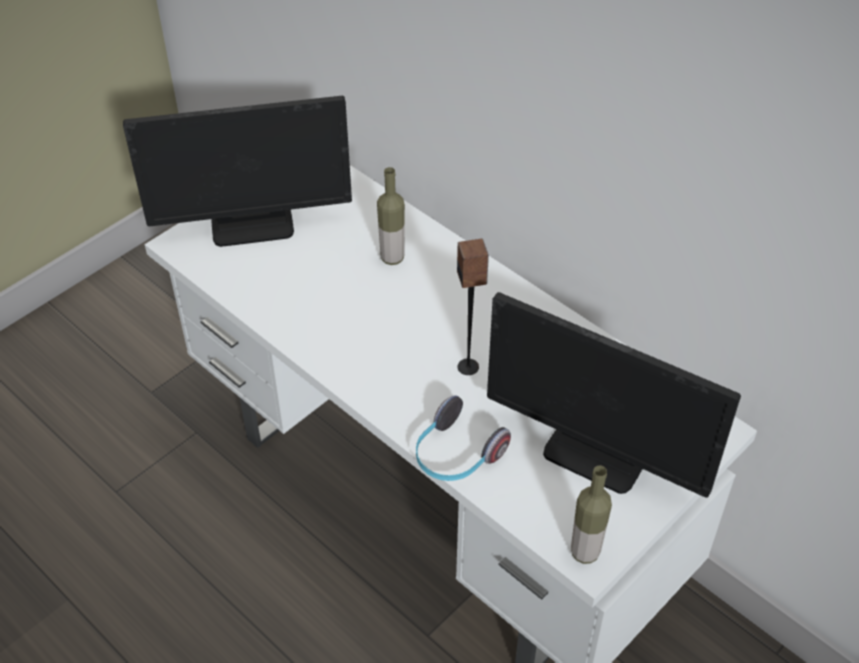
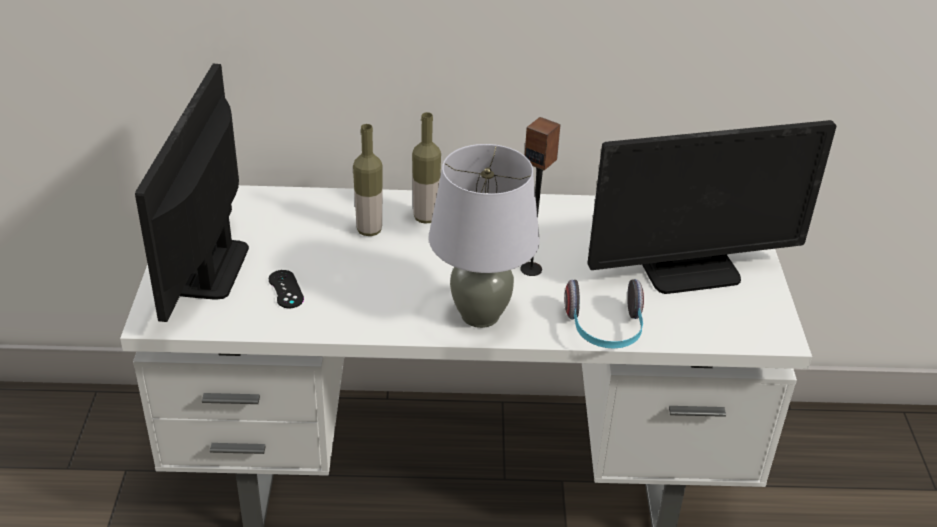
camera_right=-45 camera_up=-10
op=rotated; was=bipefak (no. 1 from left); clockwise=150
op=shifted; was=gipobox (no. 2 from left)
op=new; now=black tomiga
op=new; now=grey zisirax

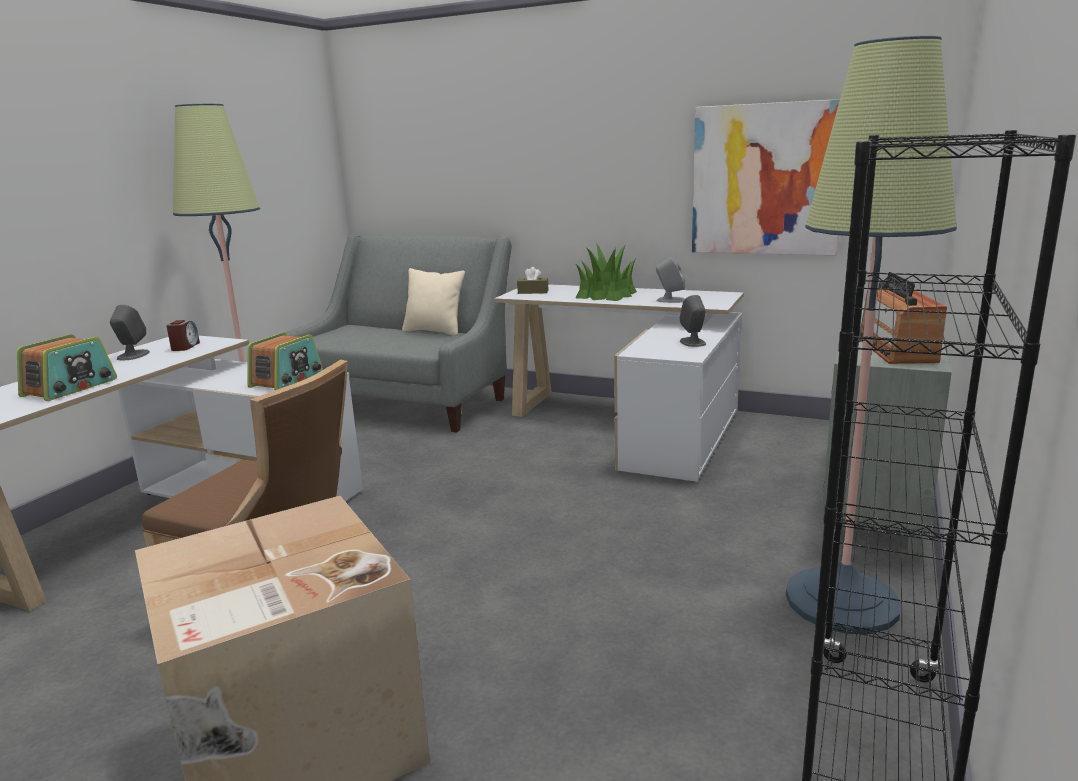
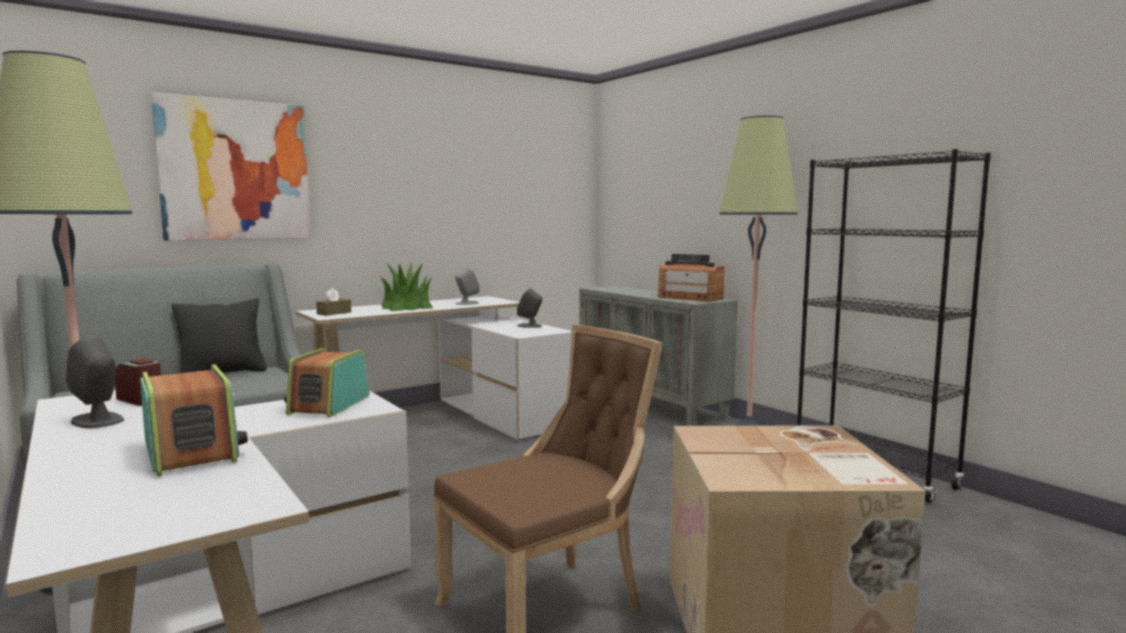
camera_right=-60 camera_up=-10
op=rotated; was=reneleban (no. 2 from left); clockwise=-135
op=repainted; was=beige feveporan; now=black feveporan
op=shifted; was=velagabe

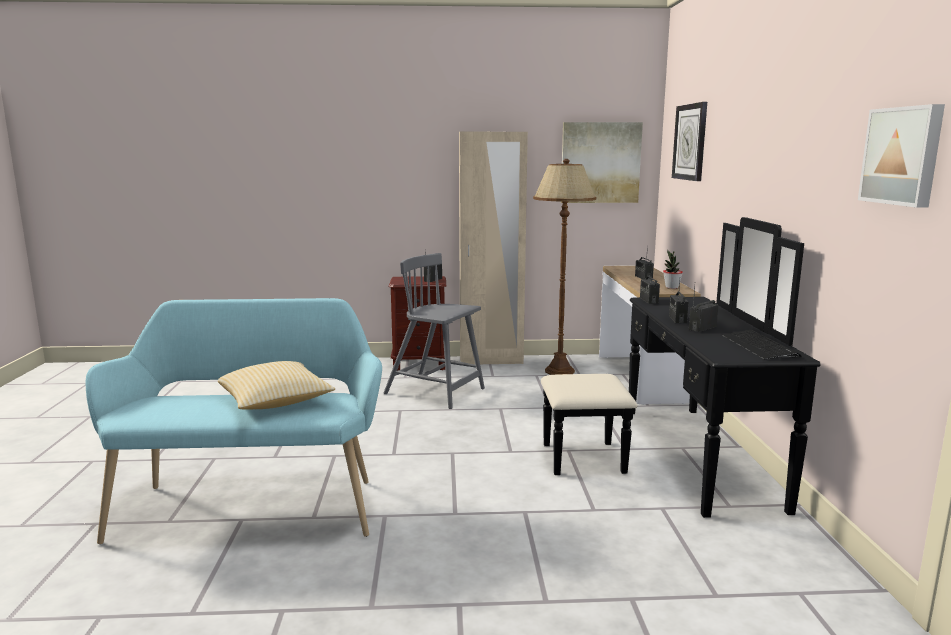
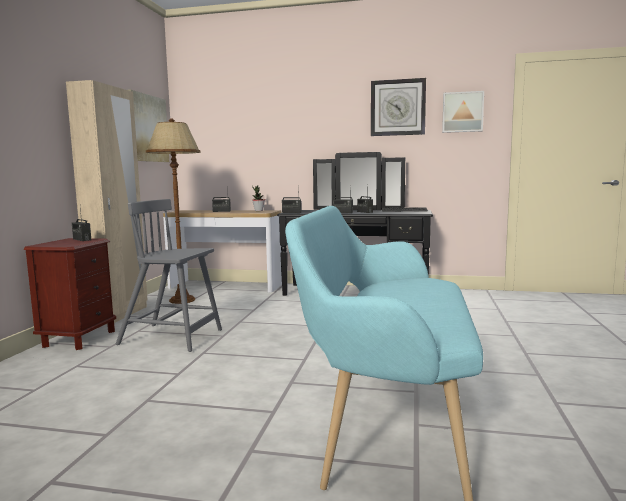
camera_right=-75 camera_up=-5
op=gone; was=feveporan
op=rotated; was=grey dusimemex; clockwise=60
op=shifted; was=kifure

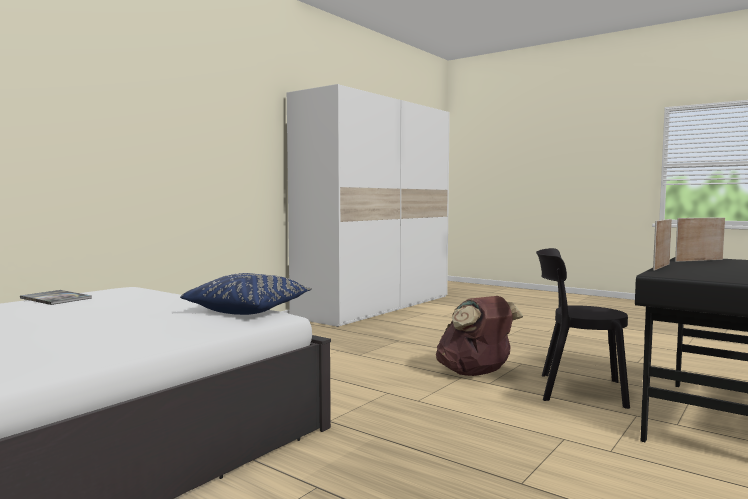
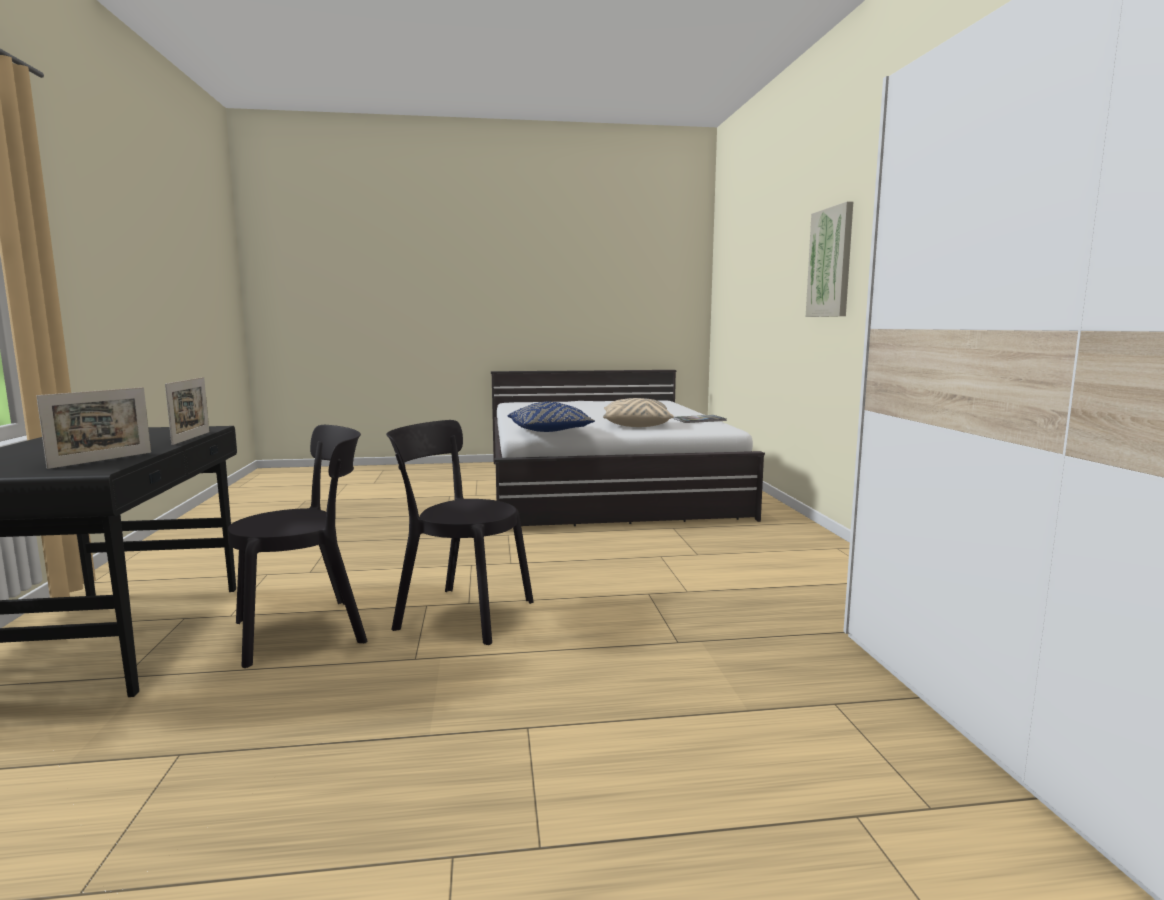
camera_right=135 camera_up=5
op=swapped; was=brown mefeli; now=black dusimemex (no. 2 from left)
op=new; now=beige feveporan
op=new; now=velagabe

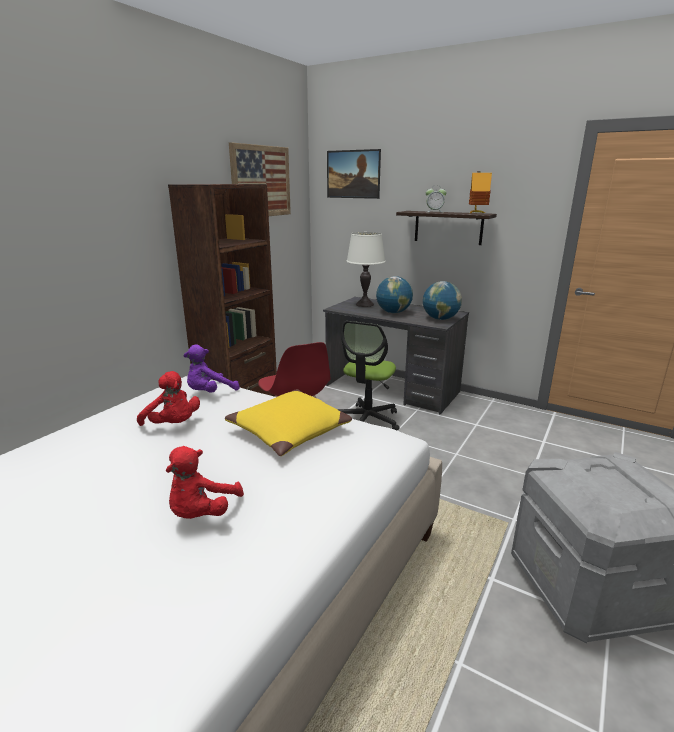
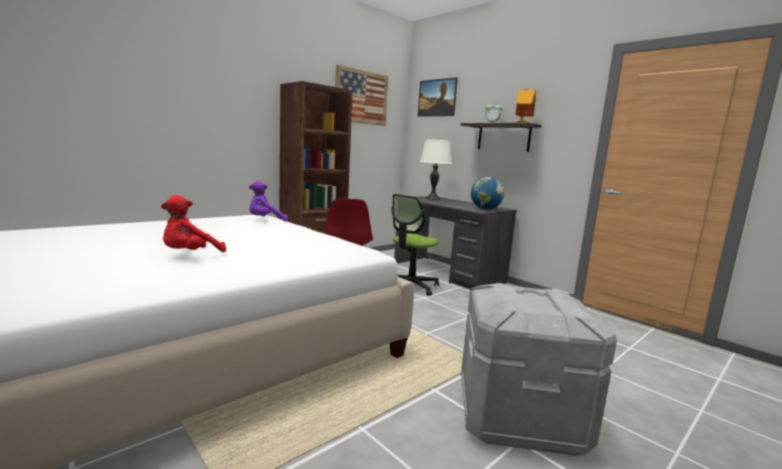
camera_right=15 camera_up=-10
op=gone; was=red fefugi (no. 1 from left)
op=gone; was=yellow feveporan
op=gone; was=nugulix (no. 1 from left)

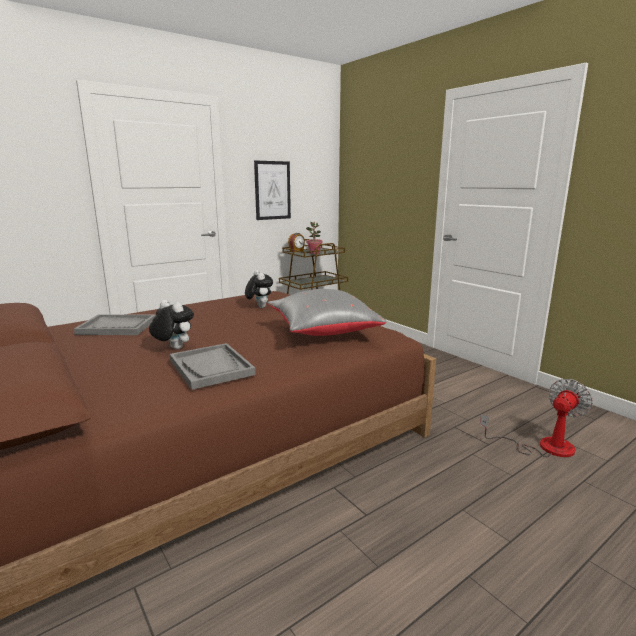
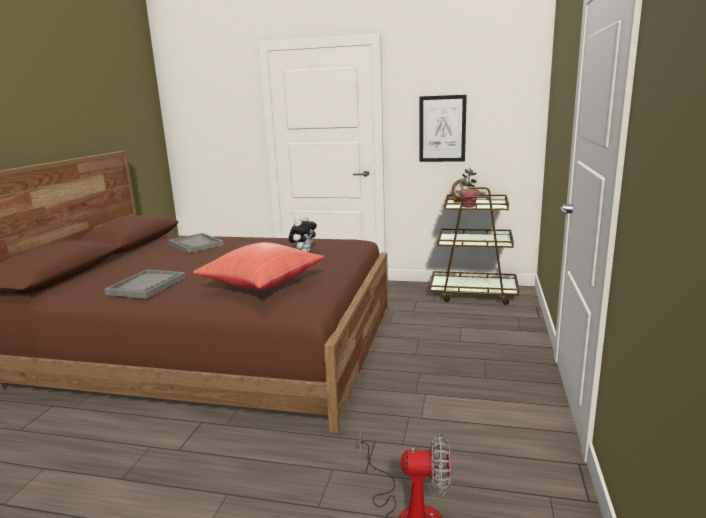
camera_right=50 camera_up=0
op=gone; was=fefugi (no. 1 from left)
op=repainted; was=grey feveporan; now=red feveporan

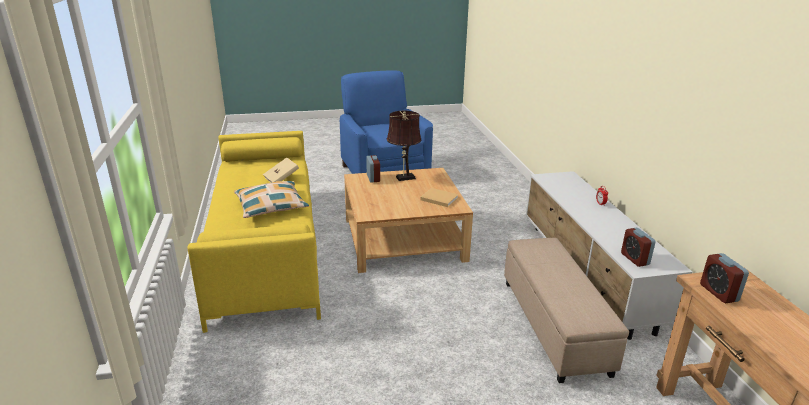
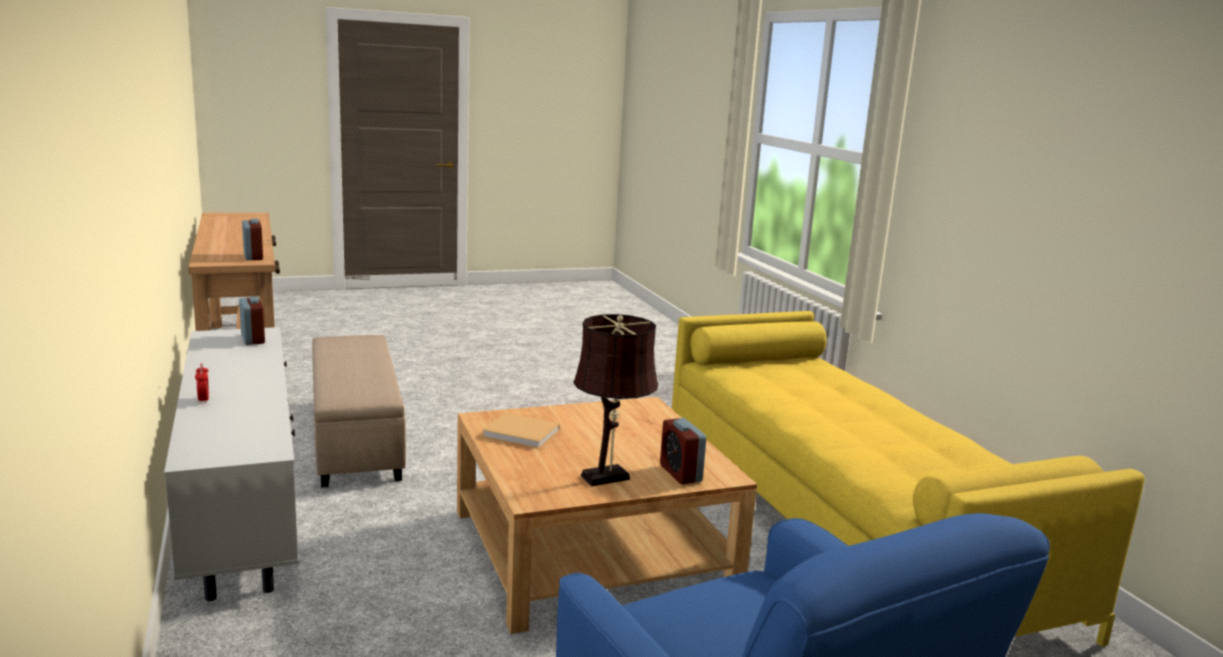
camera_right=170 camera_up=-10
op=gone; was=feveporan
op=gone; was=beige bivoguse (no. 1 from left)

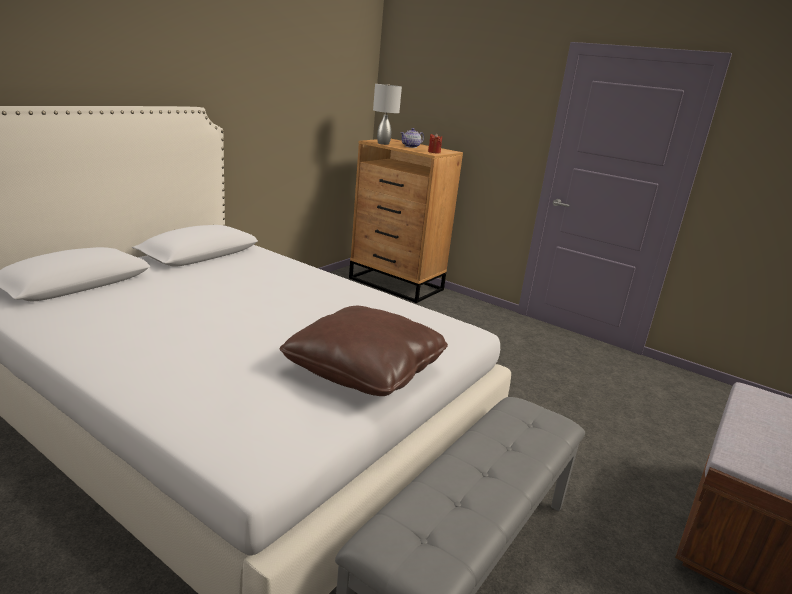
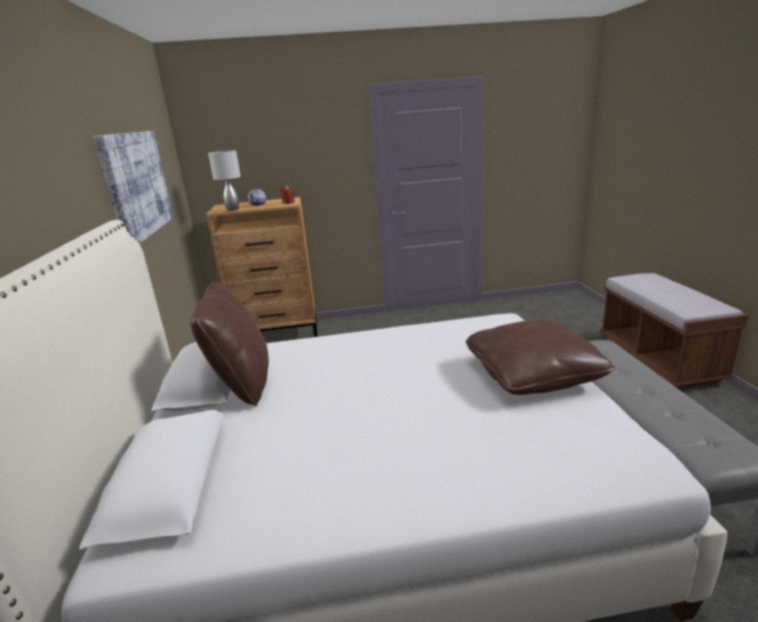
camera_right=-40 camera_up=0
op=new; now=velagabe
op=new; now=brown feveporan (no. 1 from left)

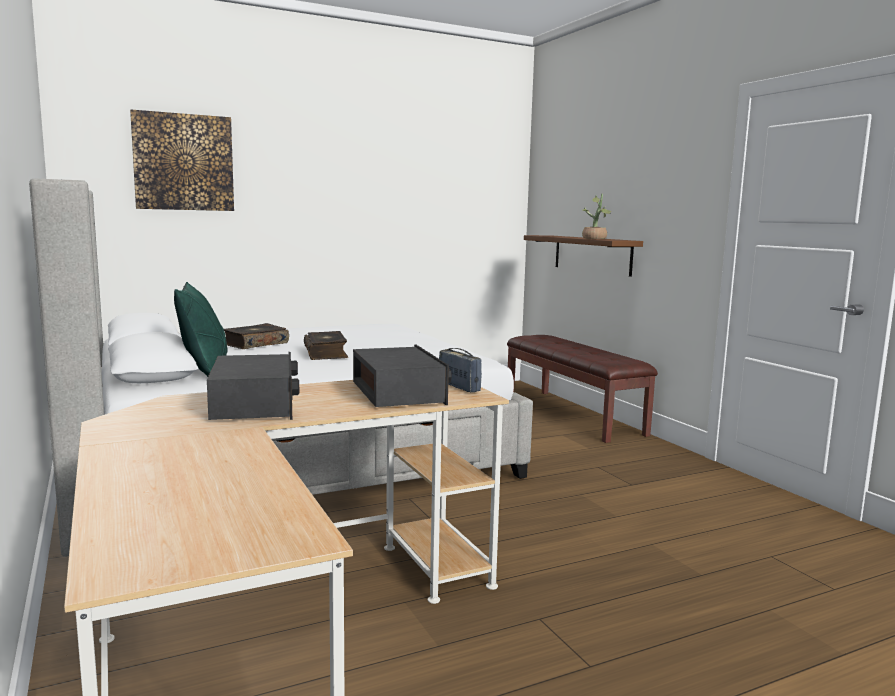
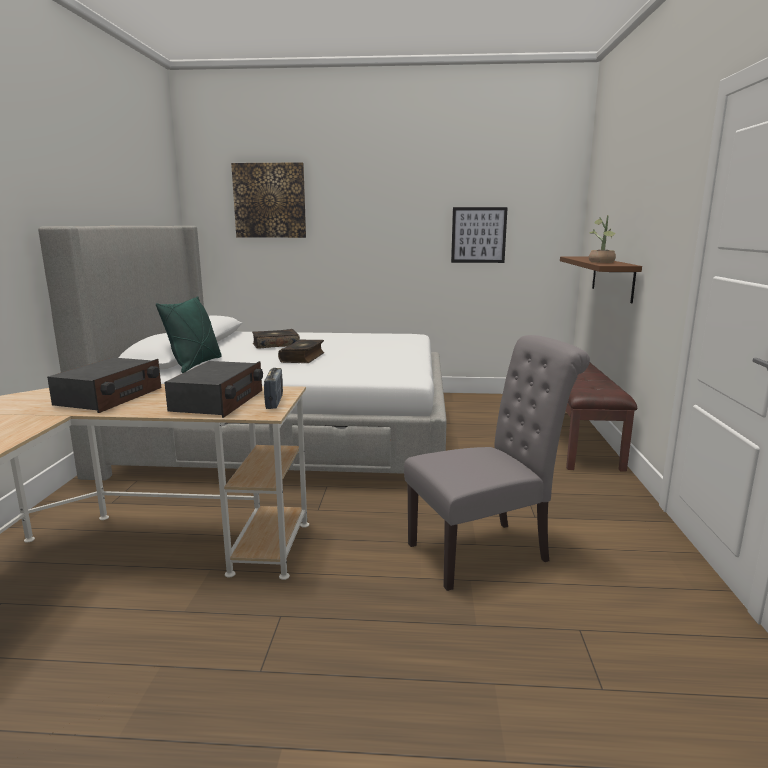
camera_right=30 camera_up=5
op=new; now=grey dusimemex
op=new; now=velagabe (no. 2 from left)

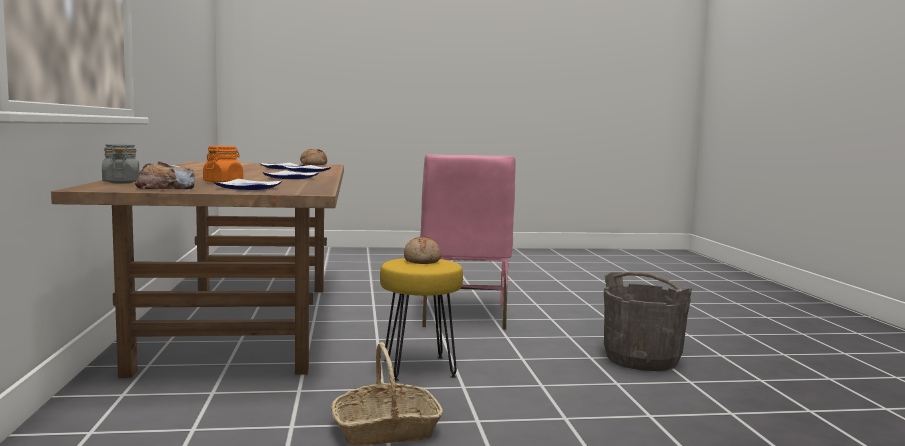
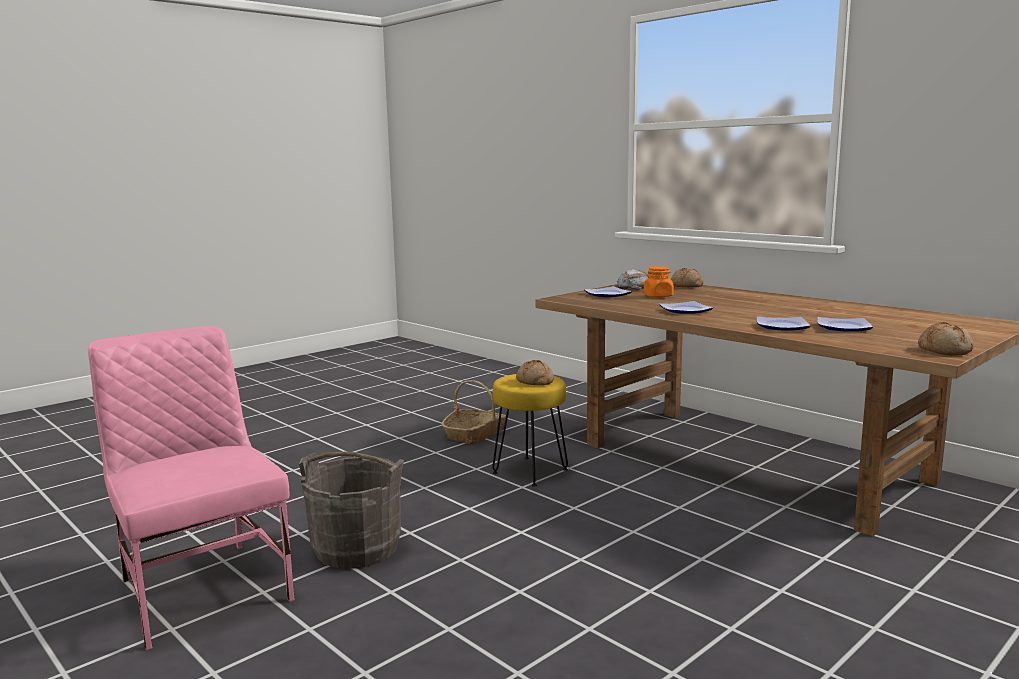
camera_right=145 camera_up=5
op=swapped; was=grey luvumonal; now=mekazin (no. 3 from left)
op=shifted; was=pink dusimemex

